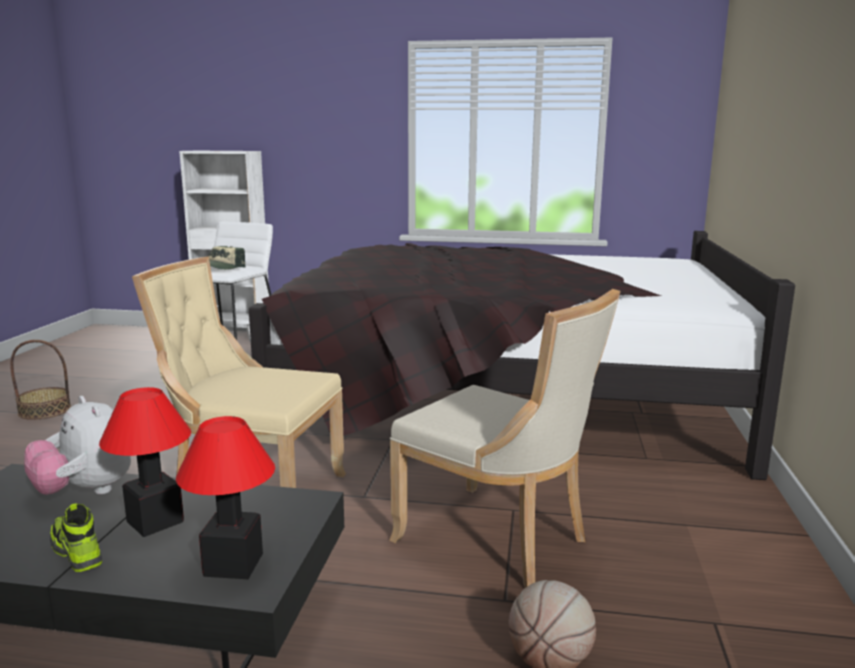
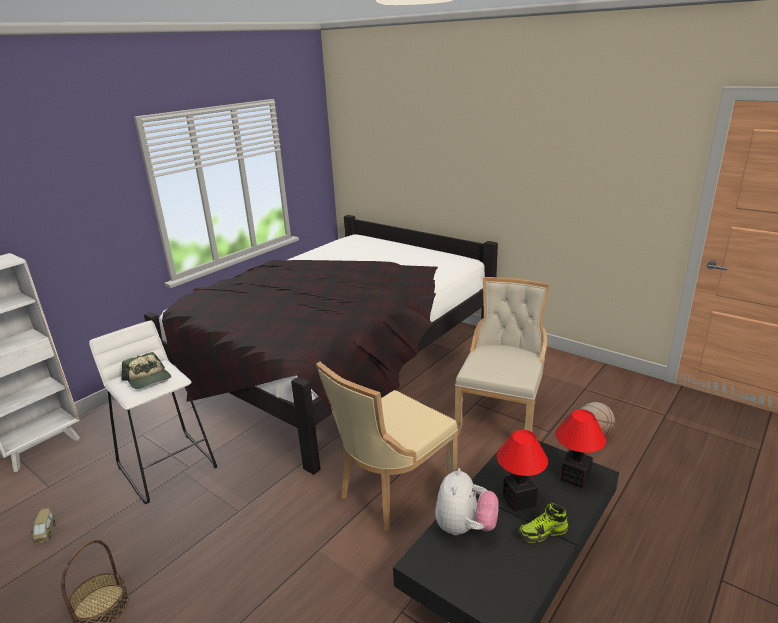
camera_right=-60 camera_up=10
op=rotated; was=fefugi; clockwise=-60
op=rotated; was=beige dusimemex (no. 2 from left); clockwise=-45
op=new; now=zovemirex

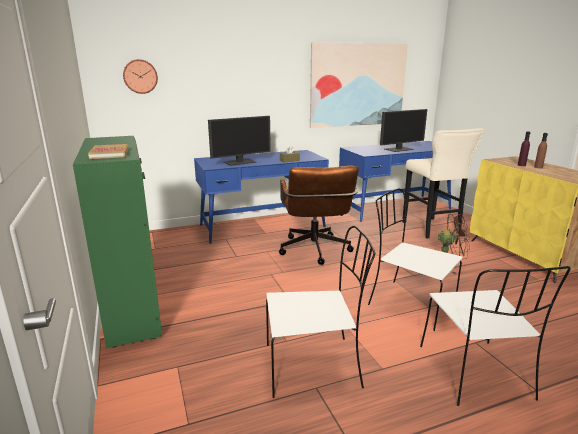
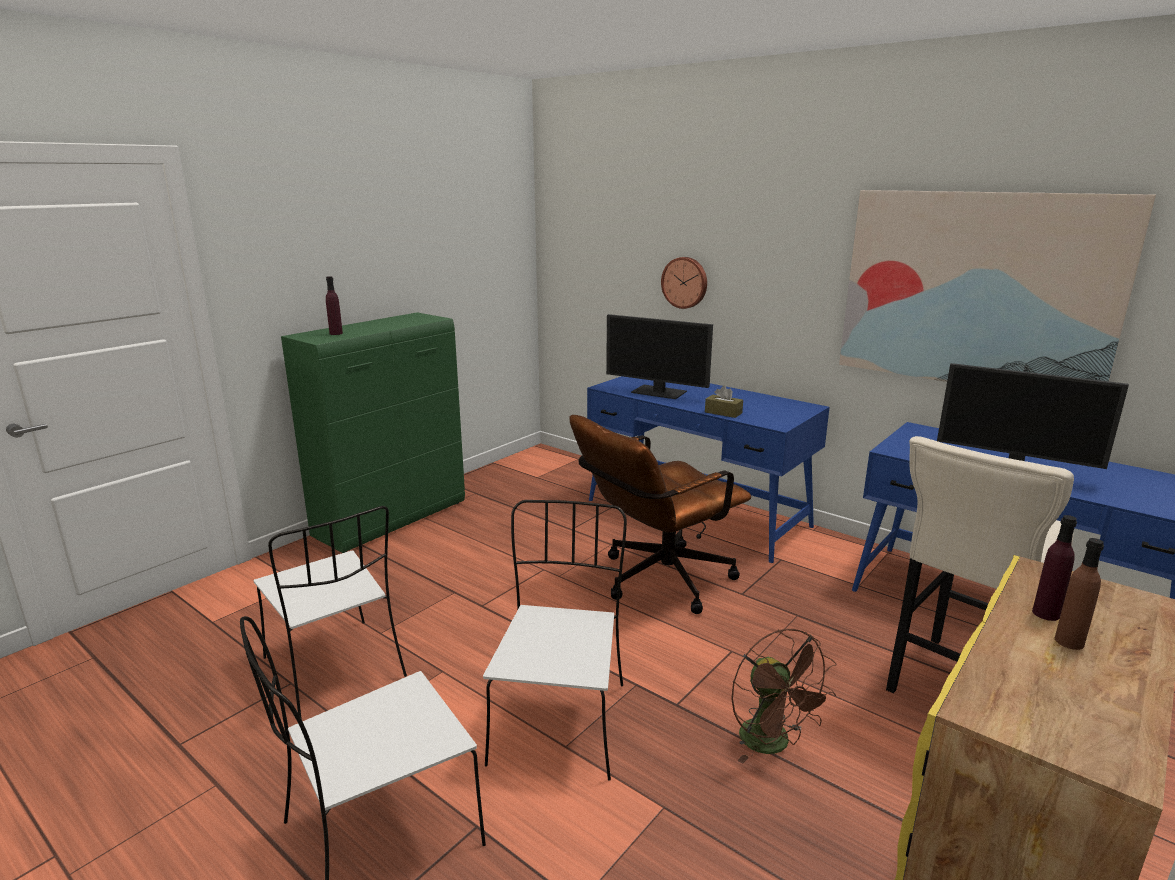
camera_right=60 camera_up=0
op=swapped; was=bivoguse; now=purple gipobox (no. 1 from left)
op=shifted; was=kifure

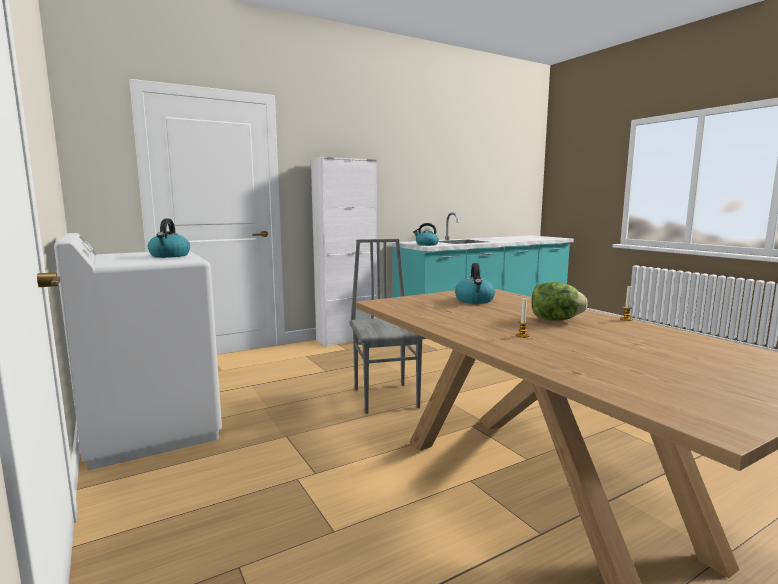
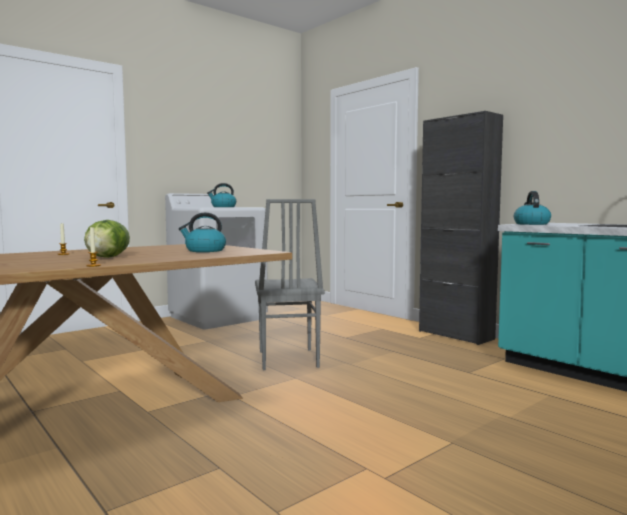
camera_right=80 camera_up=-5
op=repainted; was=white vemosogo; now=black vemosogo
op=rotated; was=grey dusimemex; clockwise=105

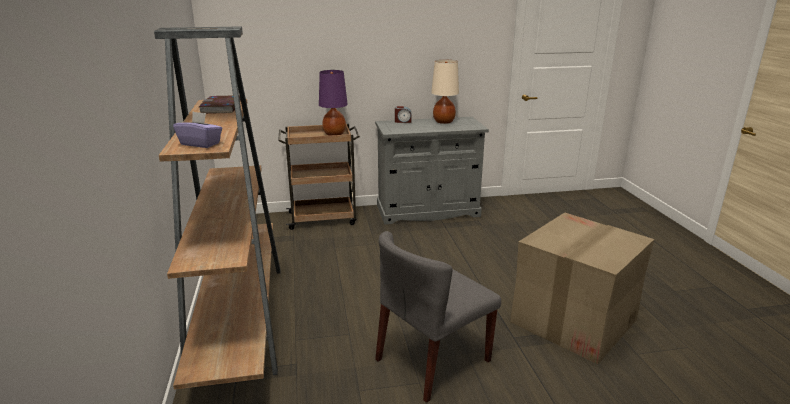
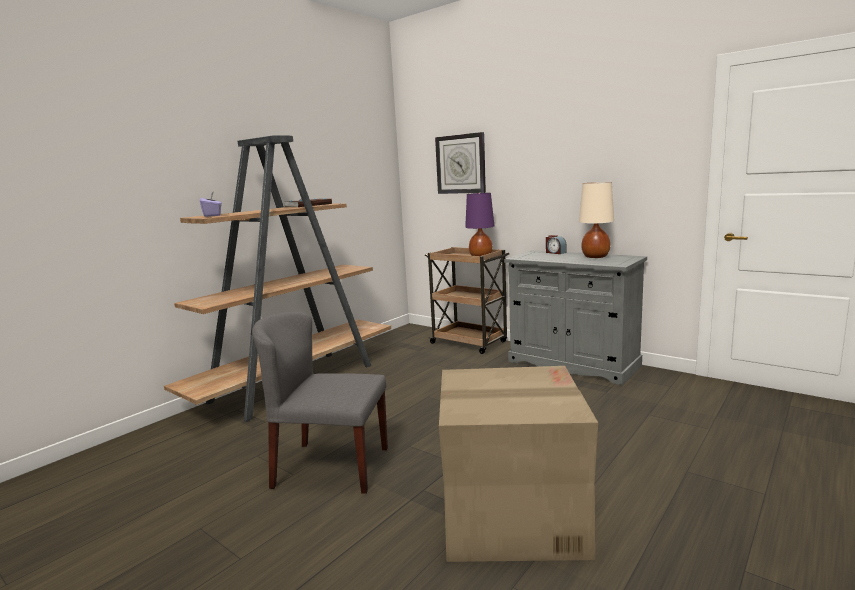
camera_right=50 camera_up=-10
op=new; now=kifure

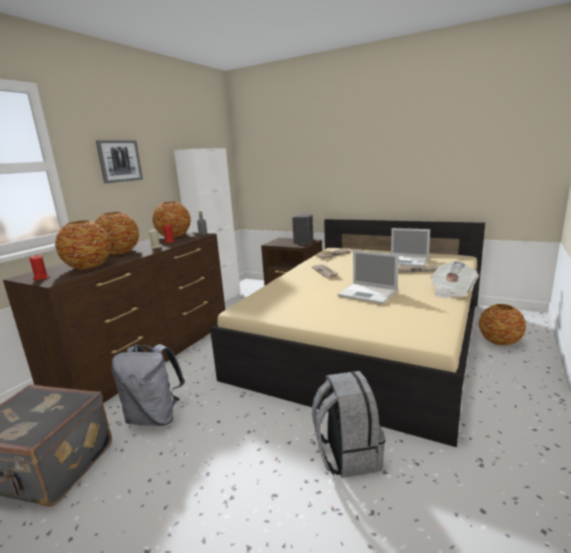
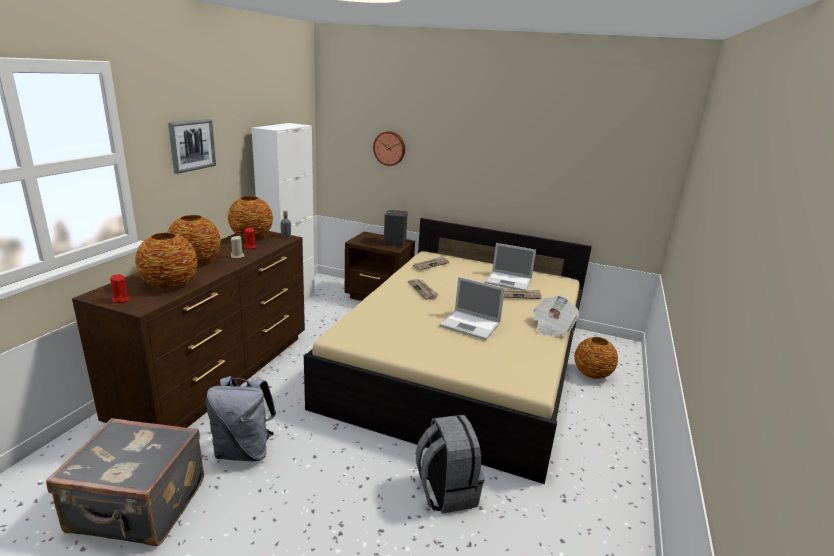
camera_right=-10 camera_up=5
op=new; now=kifure

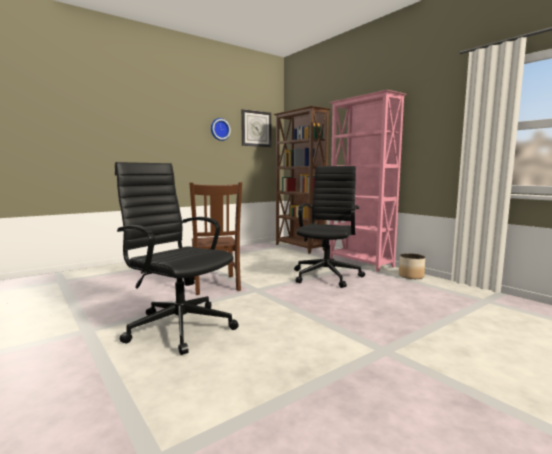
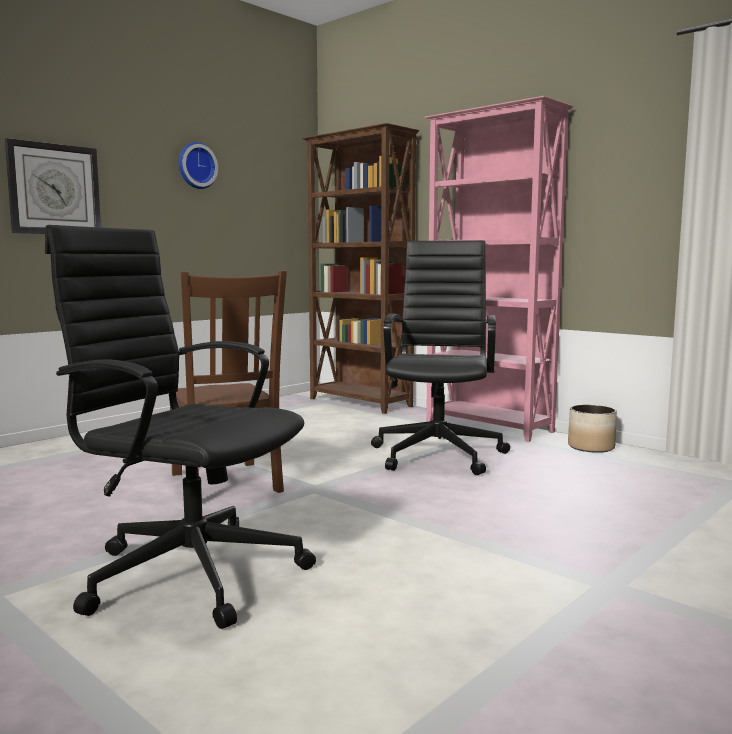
camera_right=-10 camera_up=0
op=shifted; was=kifure (no. 2 from left in the first image); now=kifure (no. 1 from left)

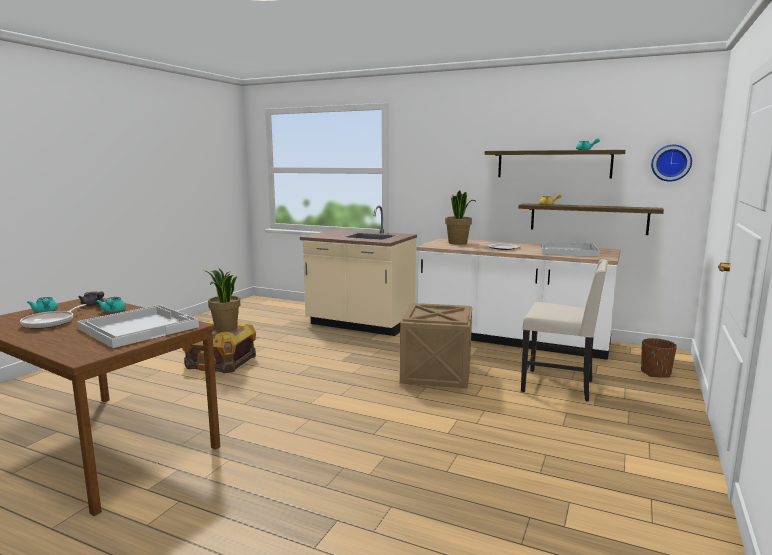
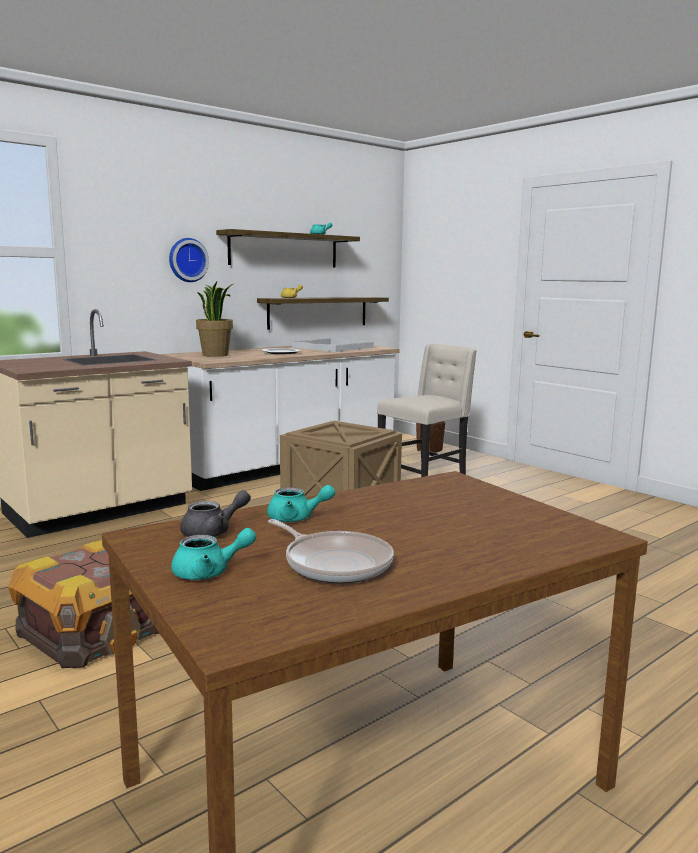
camera_right=-65 camera_up=0
op=gone; was=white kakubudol (no. 1 from left)
op=gone; was=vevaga (no. 1 from left)
op=shifted; was=kifure

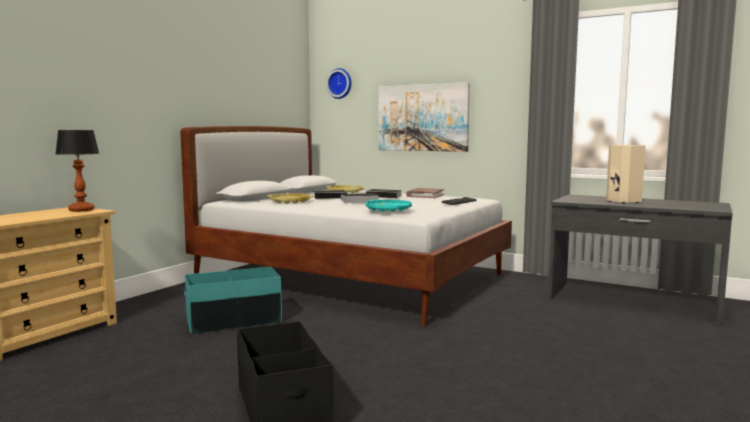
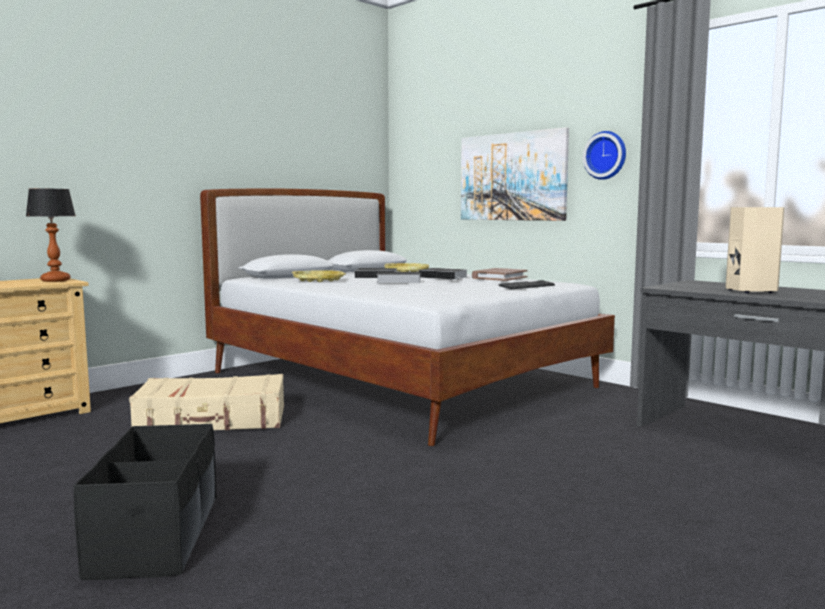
camera_right=15 camera_up=0
op=swapped; was=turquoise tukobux; now=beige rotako
op=shifted; was=kifure
op=gone; was=turquoise kakubudol

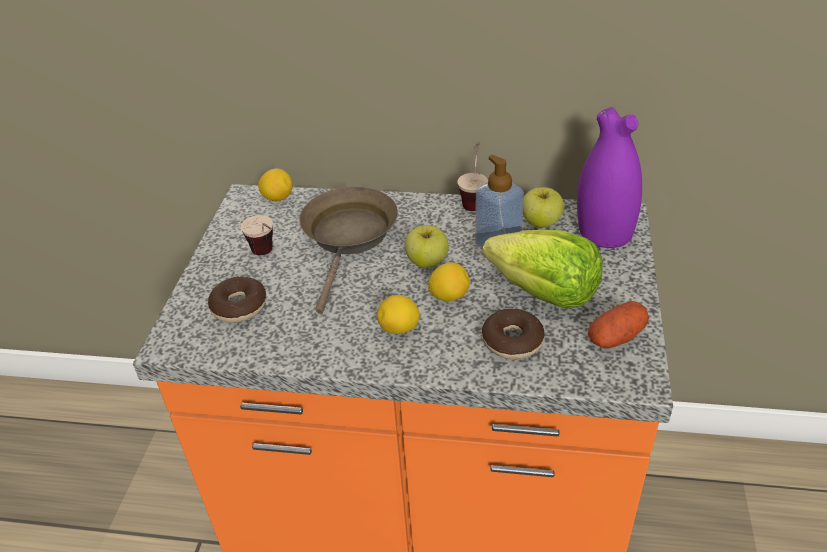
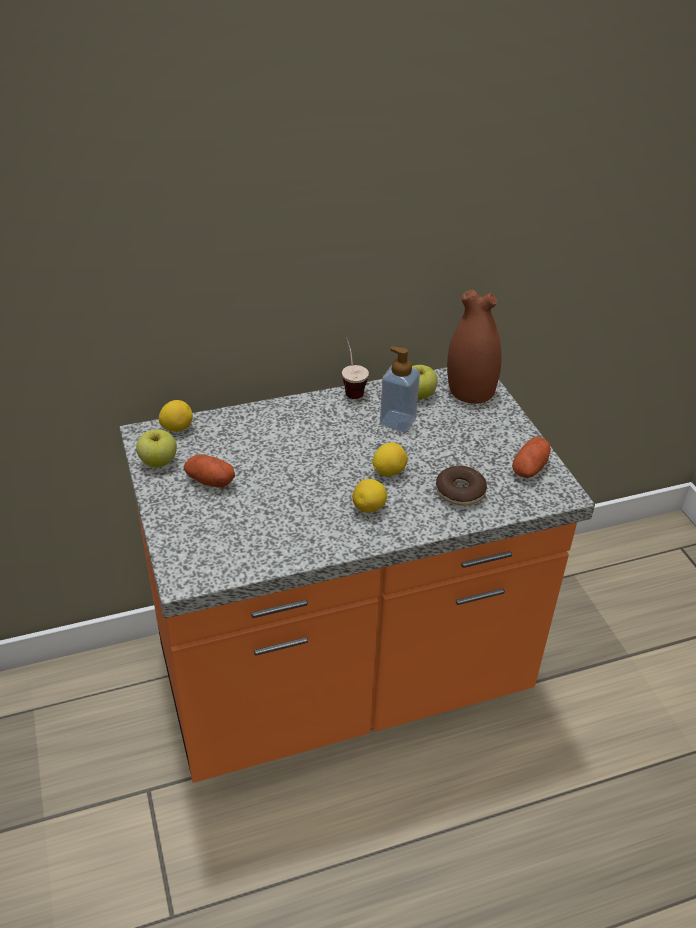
camera_right=-30 camera_up=0
op=gone; was=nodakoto (no. 1 from left)
op=swapped; was=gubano (no. 1 from left); now=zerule (no. 1 from left)
op=gone; was=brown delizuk
op=shifted; was=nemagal (no. 1 from left)
op=gone; was=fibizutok
op=repainted; was=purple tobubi; now=brown tobubi

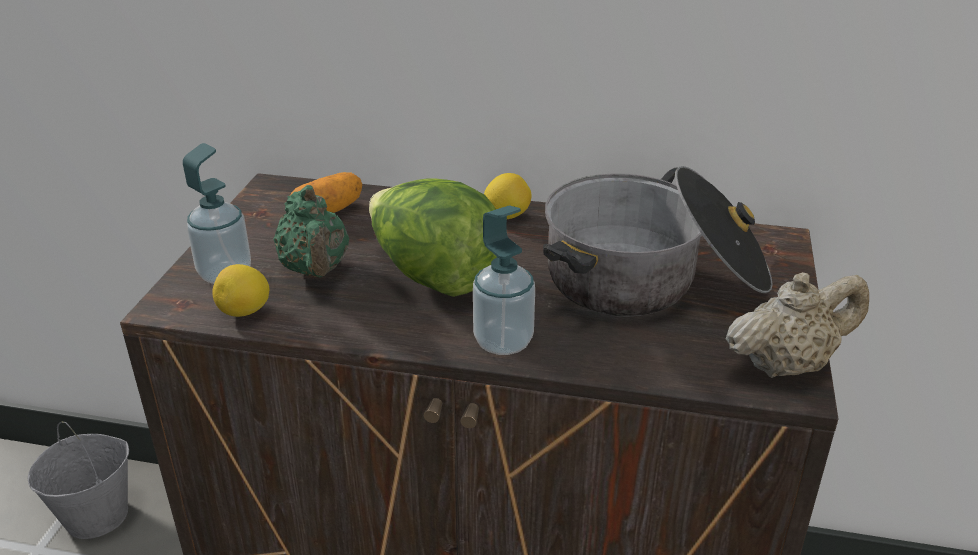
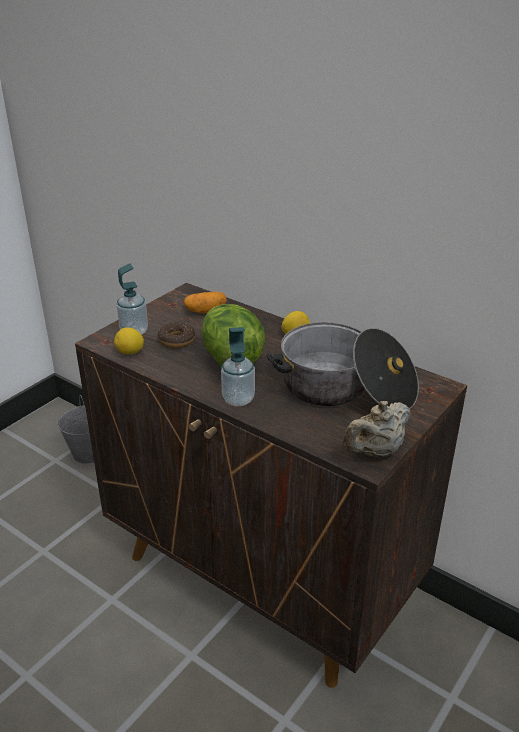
camera_right=25 camera_up=0
op=swapped; was=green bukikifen; now=nodakoto
op=rotated; was=beige bukikifen; clockwise=135

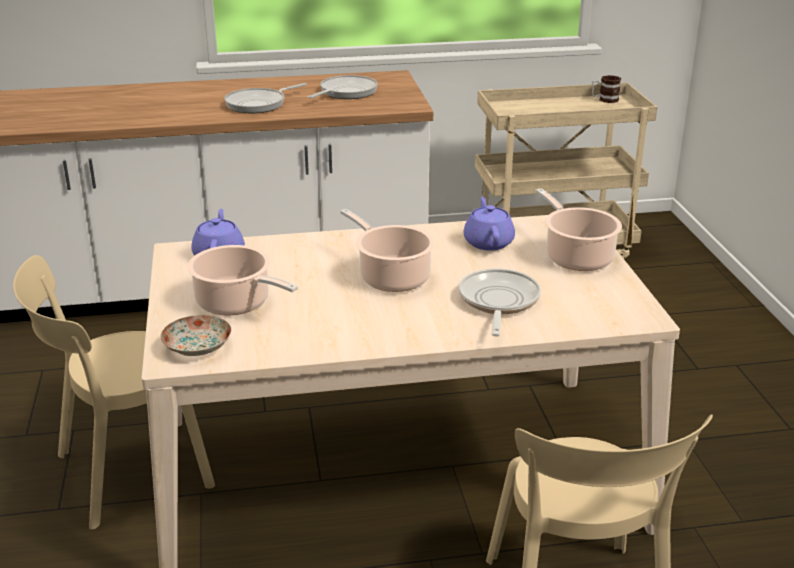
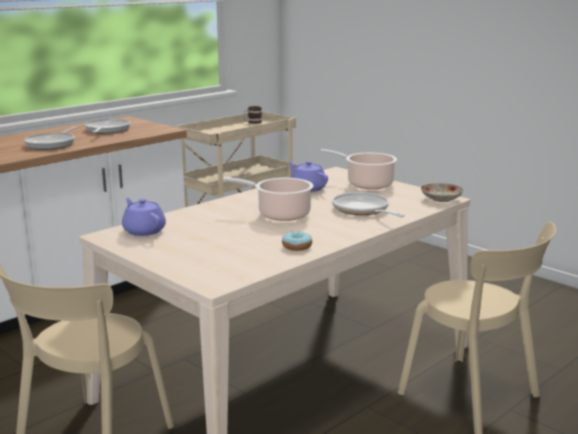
camera_right=-35 camera_up=-10
op=shifted; was=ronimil
op=gone; was=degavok (no. 1 from left)
op=new; now=nodakoto

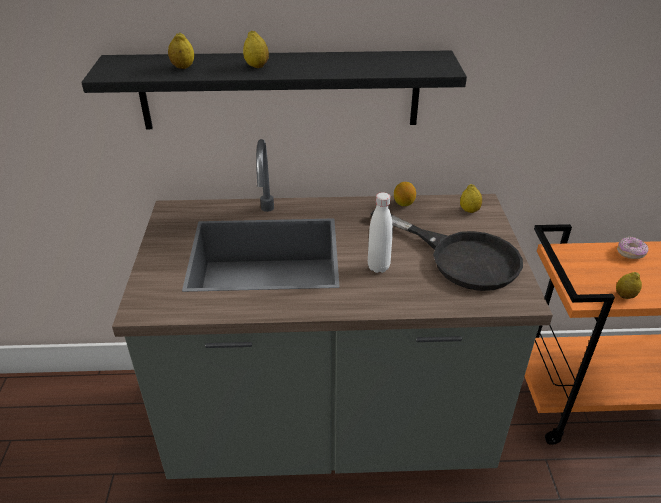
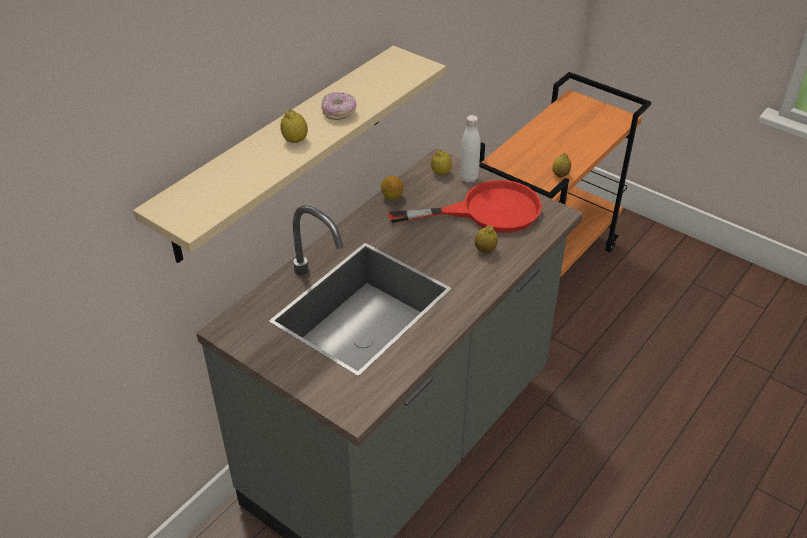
camera_right=-50 camera_up=5
op=repainted; was=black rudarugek; now=beige rudarugek
op=shifted; was=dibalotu (no. 1 from left in the first image); now=dibalotu (no. 4 from left)
op=shifted; was=white gipobox
op=repainted; was=black delizuk; now=red delizuk
op=shifted; was=nodakoto

